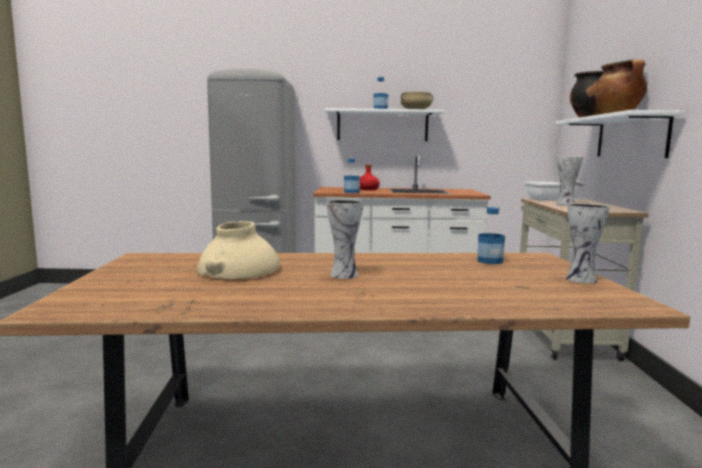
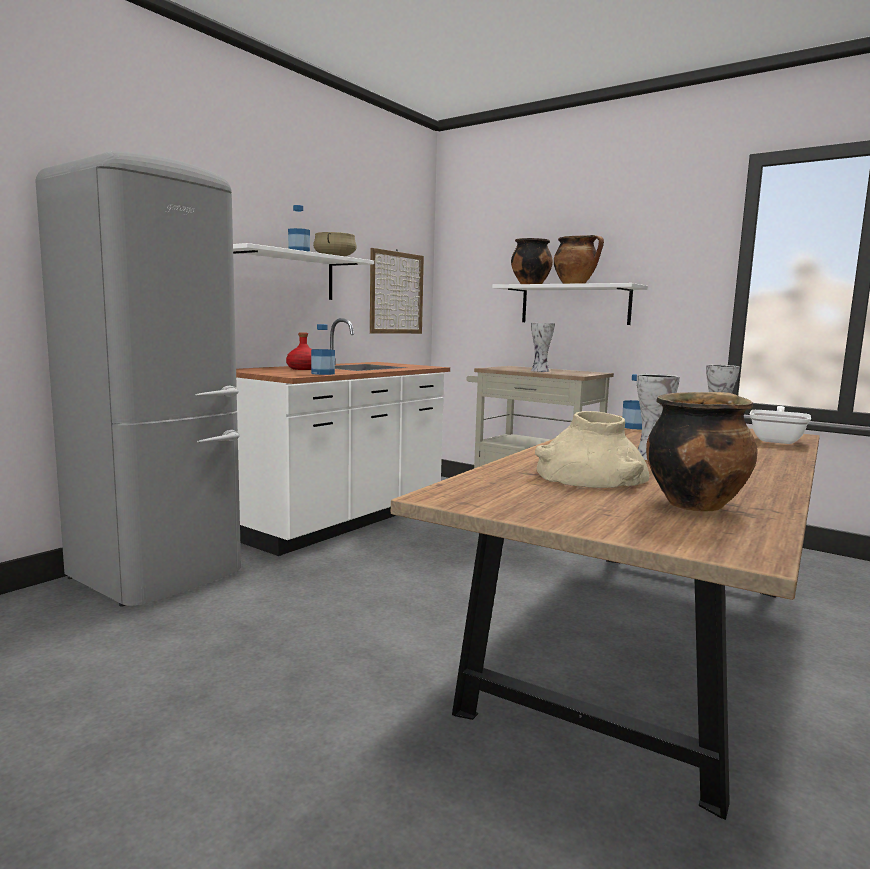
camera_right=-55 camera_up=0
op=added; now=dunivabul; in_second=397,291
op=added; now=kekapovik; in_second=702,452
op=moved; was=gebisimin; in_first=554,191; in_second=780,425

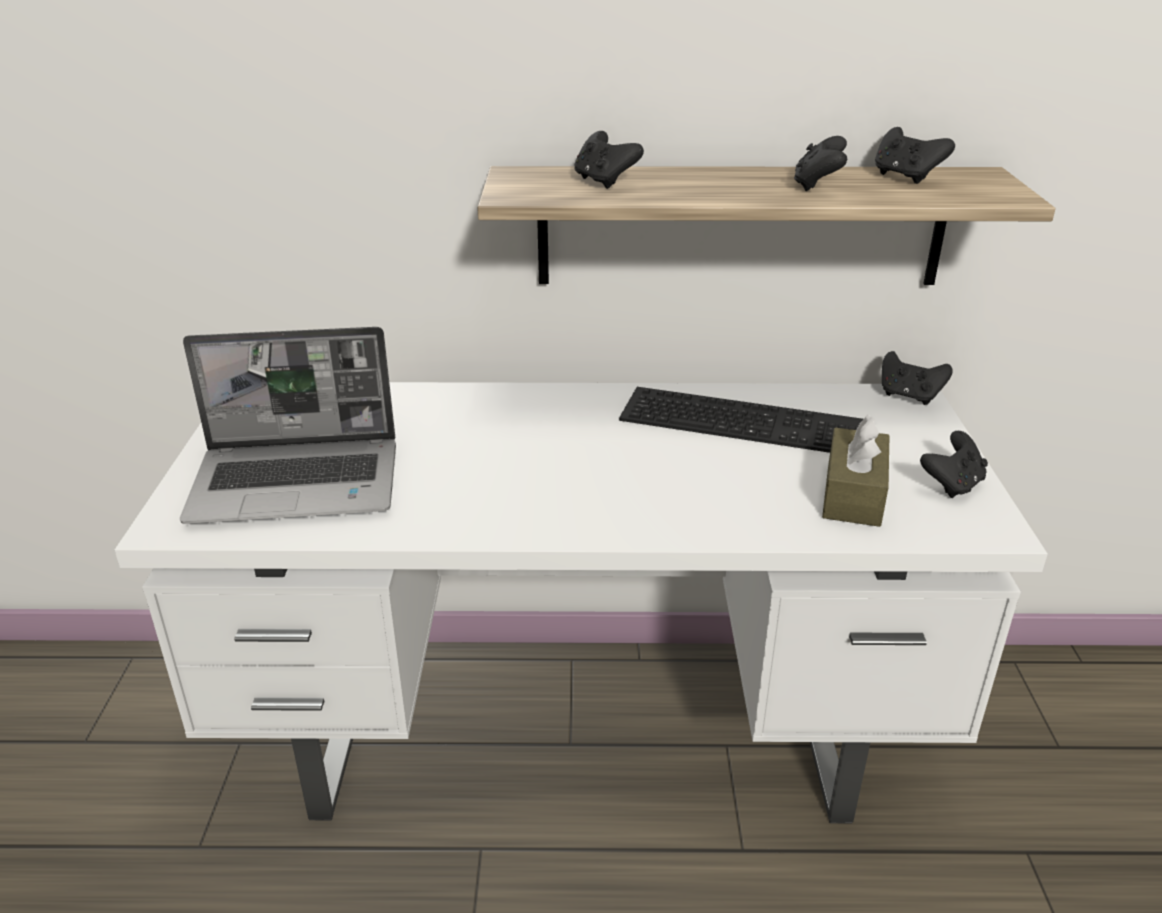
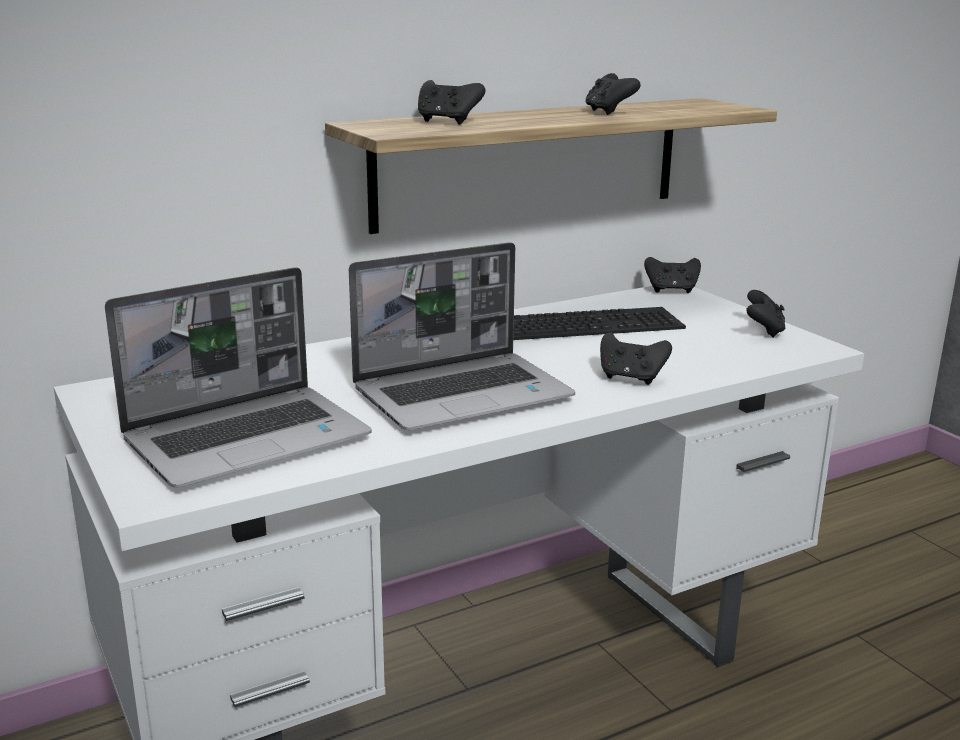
camera_right=-30 camera_up=-10
op=added; now=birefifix; in_second=462,336
op=moved; was=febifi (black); in_first=915,155; in_second=636,358
op=removed; was=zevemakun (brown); in_first=855,471

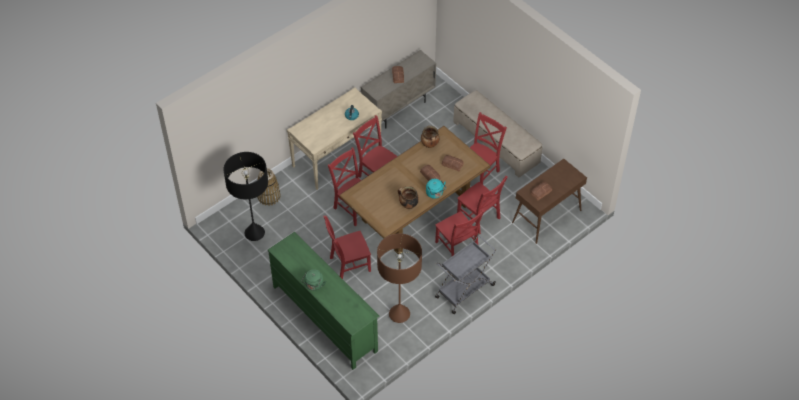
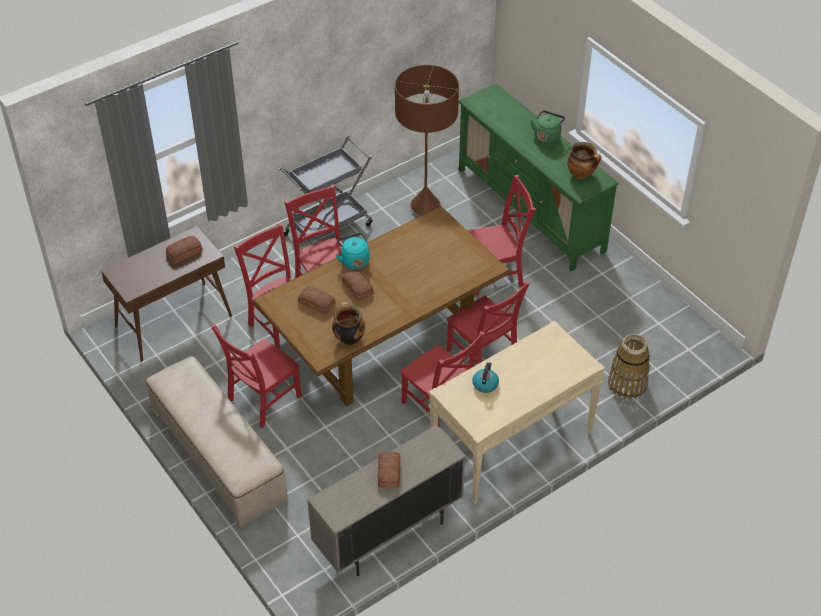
camera_right=-175 camera_up=-5
op=moved; was=kekapovik; in_first=408,197; in_second=584,160
op=removed; was=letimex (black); in_first=245,196

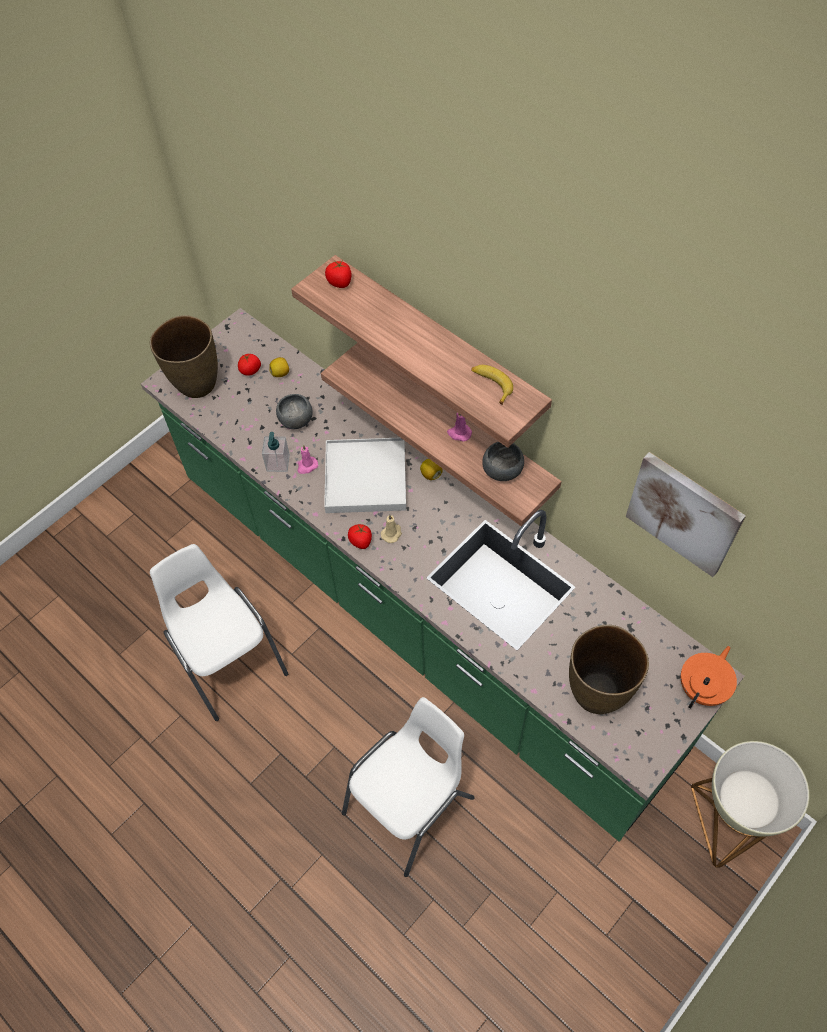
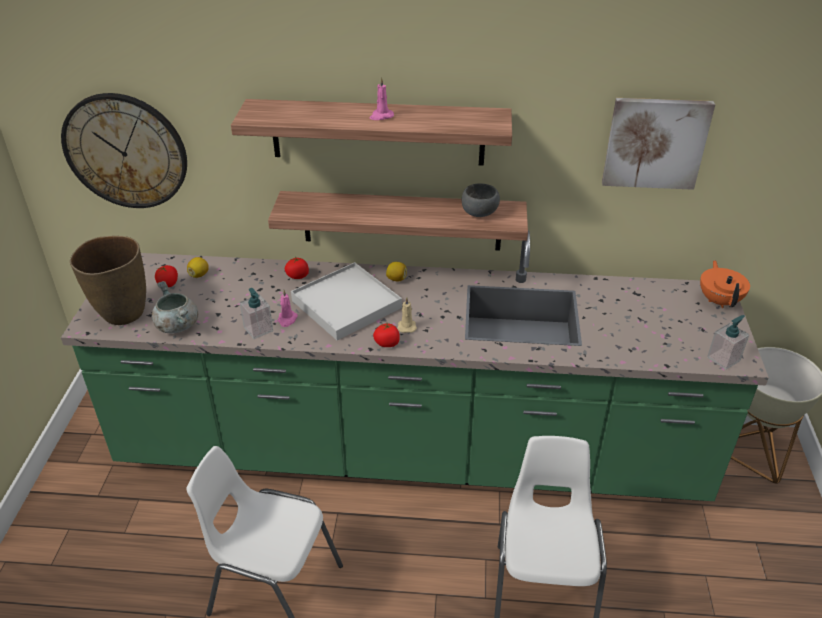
camera_right=-40 camera_up=-20
op=added; now=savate; in_second=124,150
op=added; now=kekapovik (grey); in_second=175,307
op=moved; was=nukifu; in_first=338,274; in_second=297,267
op=moved; was=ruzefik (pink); in_first=459,427; in_second=382,98
op=added; now=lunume; in_second=728,342
op=removed; was=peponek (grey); in_first=294,411
op=removed; was=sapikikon; in_first=492,385
op=removed; was=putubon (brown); in_first=609,669

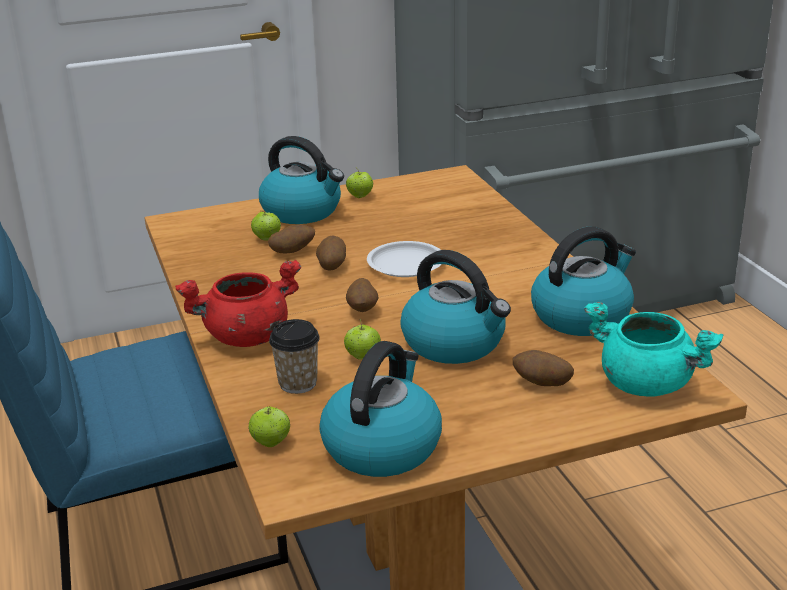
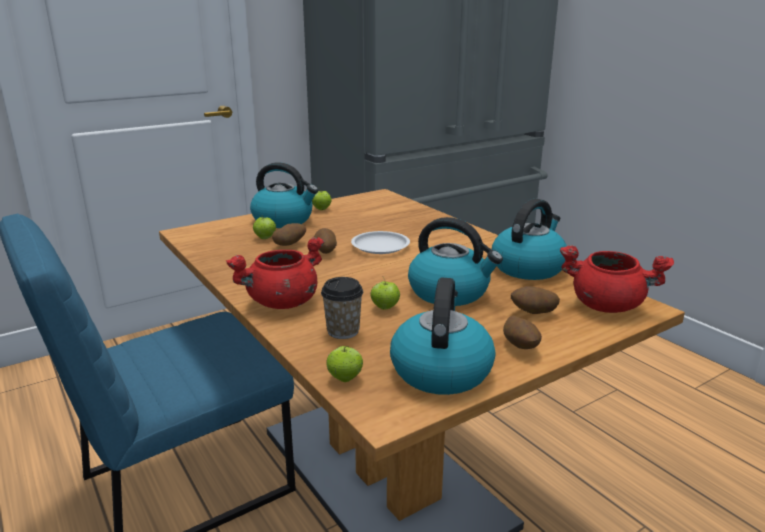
camera_right=-15 camera_up=-5
op=moved; was=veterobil; in_first=362,295; in_second=522,332
op=recoloured; was=kekapovik (turquoise); now=kekapovik (red); in_first=653,349; in_second=617,279

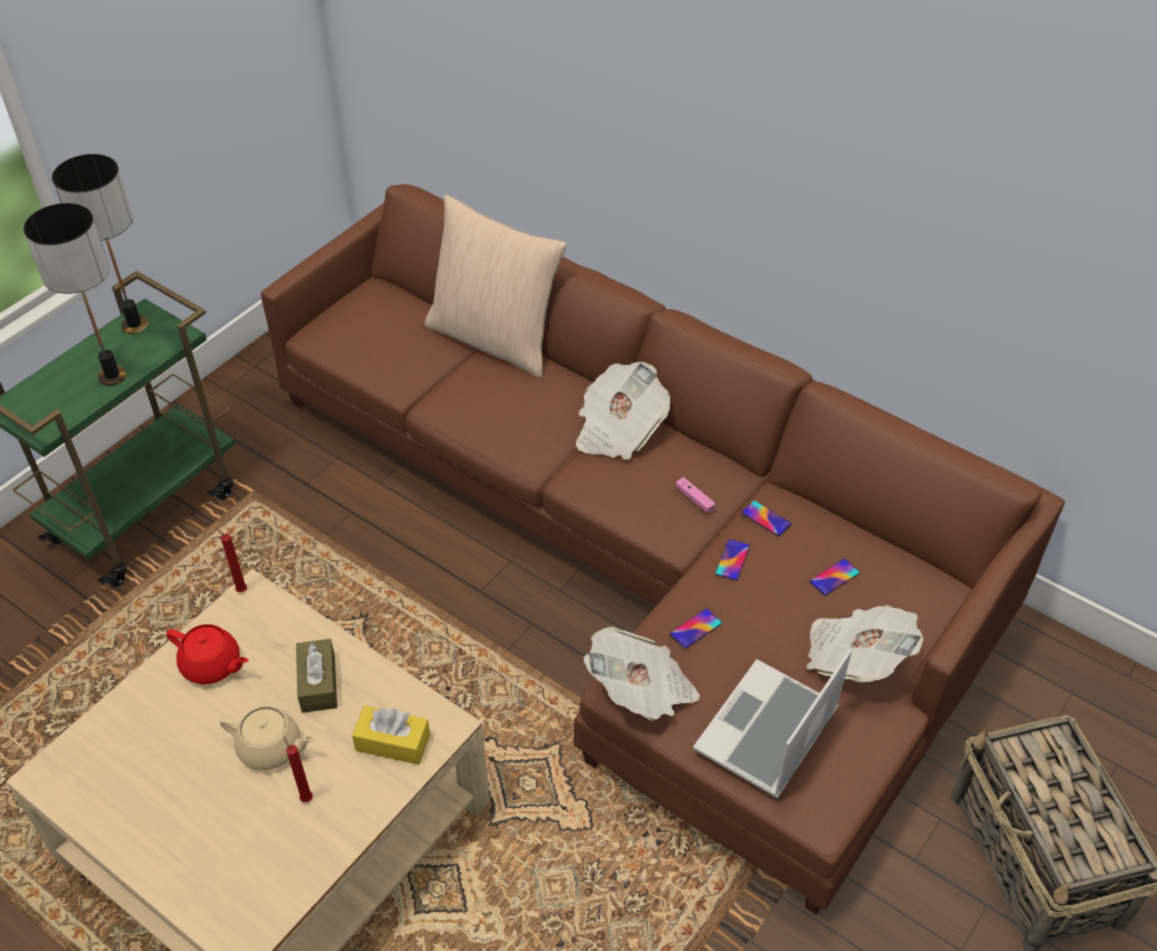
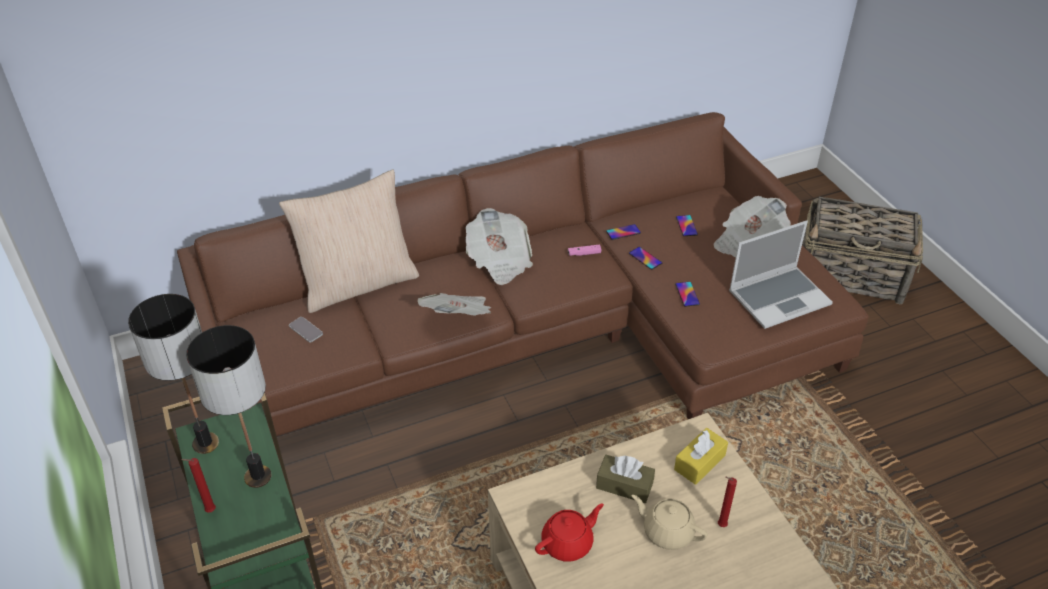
camera_right=-60 camera_up=-5
op=moved; was=ruzefik (red); in_first=231,560; in_second=198,485
op=added; now=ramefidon; in_second=306,330
op=moved; was=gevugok; in_first=641,674; in_second=454,304
op=turned; was=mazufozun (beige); in_first=267,738; in_second=669,522; clockwise=-105
op=turned; was=birefifix; in_first=772,723; in_second=781,274; clockwise=-90

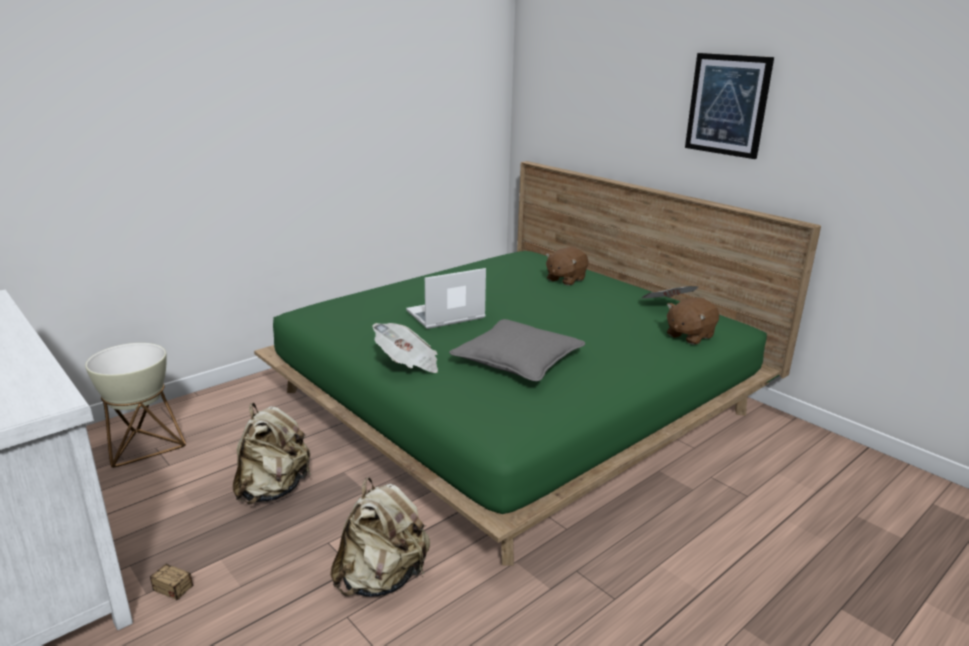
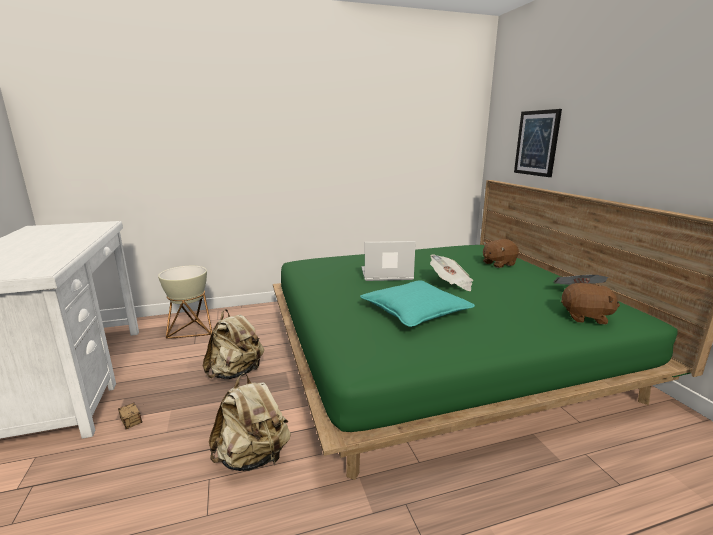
camera_right=25 camera_up=-5
op=recoloured; was=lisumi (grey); now=lisumi (turquoise); in_first=517,350; in_second=417,303
op=moved; was=gevugok; in_first=405,348; in_second=451,272
op=moved; was=dunivabul; in_first=729,106; in_second=538,143
op=turned; was=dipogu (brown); in_first=693,321; in_second=590,303; clockwise=-150

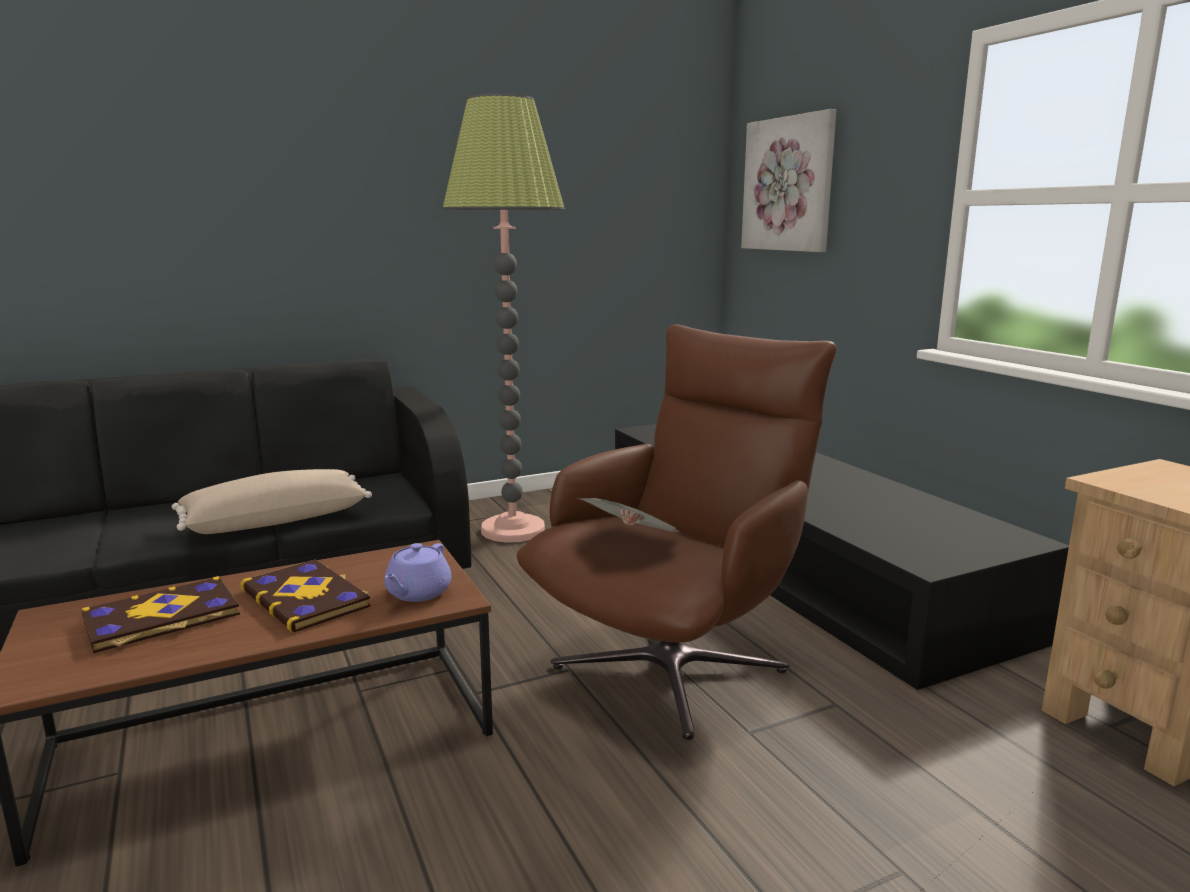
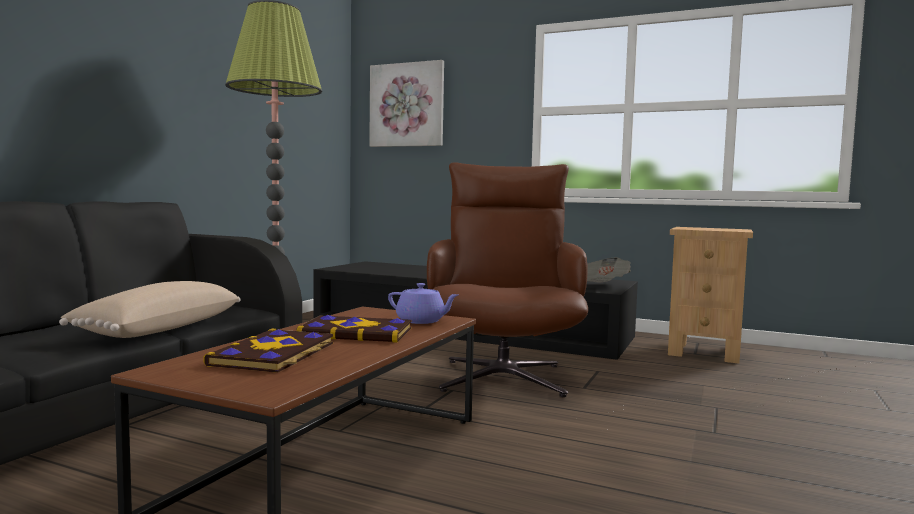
camera_right=-40 camera_up=-10
op=turned; was=mazufozun (purple); in_first=418,572; in_second=423,303; clockwise=-45
op=moved; was=gevugok; in_first=628,515; in_second=609,269

